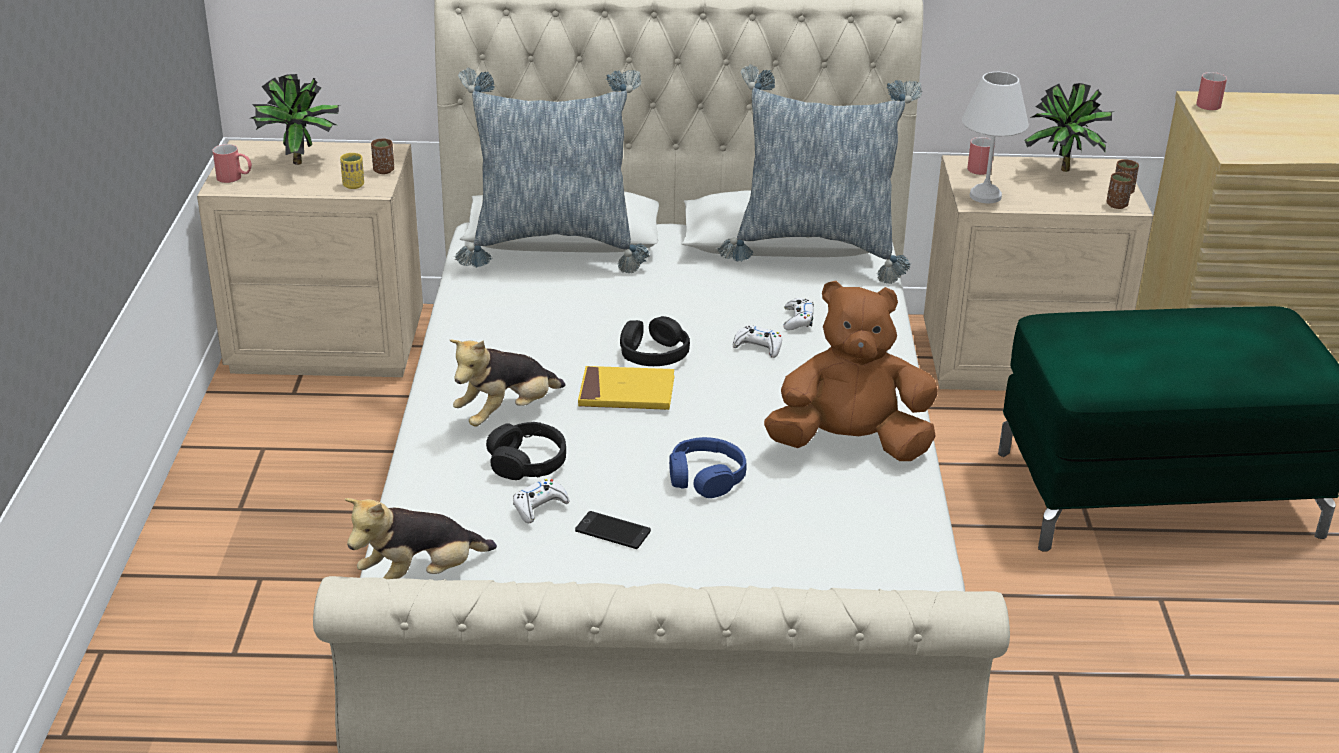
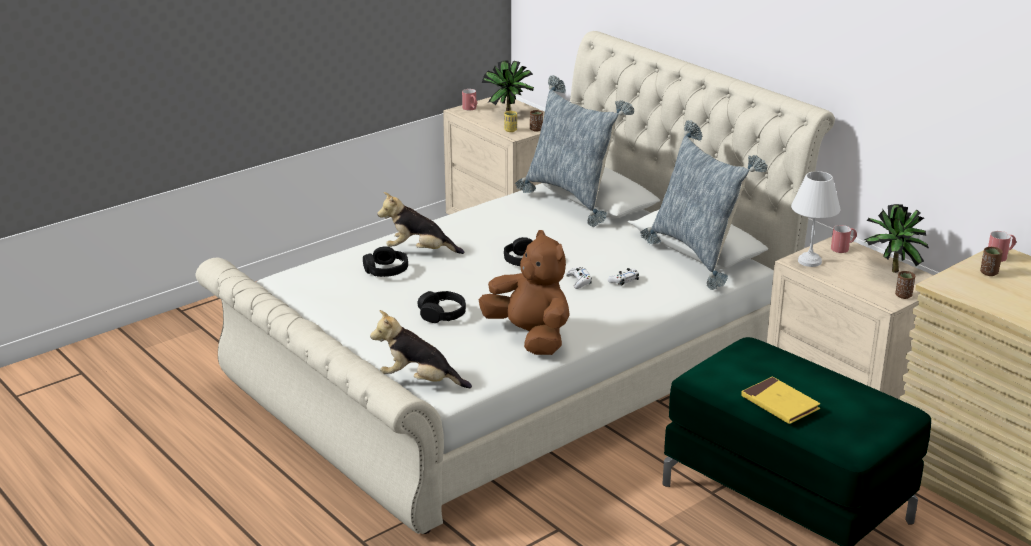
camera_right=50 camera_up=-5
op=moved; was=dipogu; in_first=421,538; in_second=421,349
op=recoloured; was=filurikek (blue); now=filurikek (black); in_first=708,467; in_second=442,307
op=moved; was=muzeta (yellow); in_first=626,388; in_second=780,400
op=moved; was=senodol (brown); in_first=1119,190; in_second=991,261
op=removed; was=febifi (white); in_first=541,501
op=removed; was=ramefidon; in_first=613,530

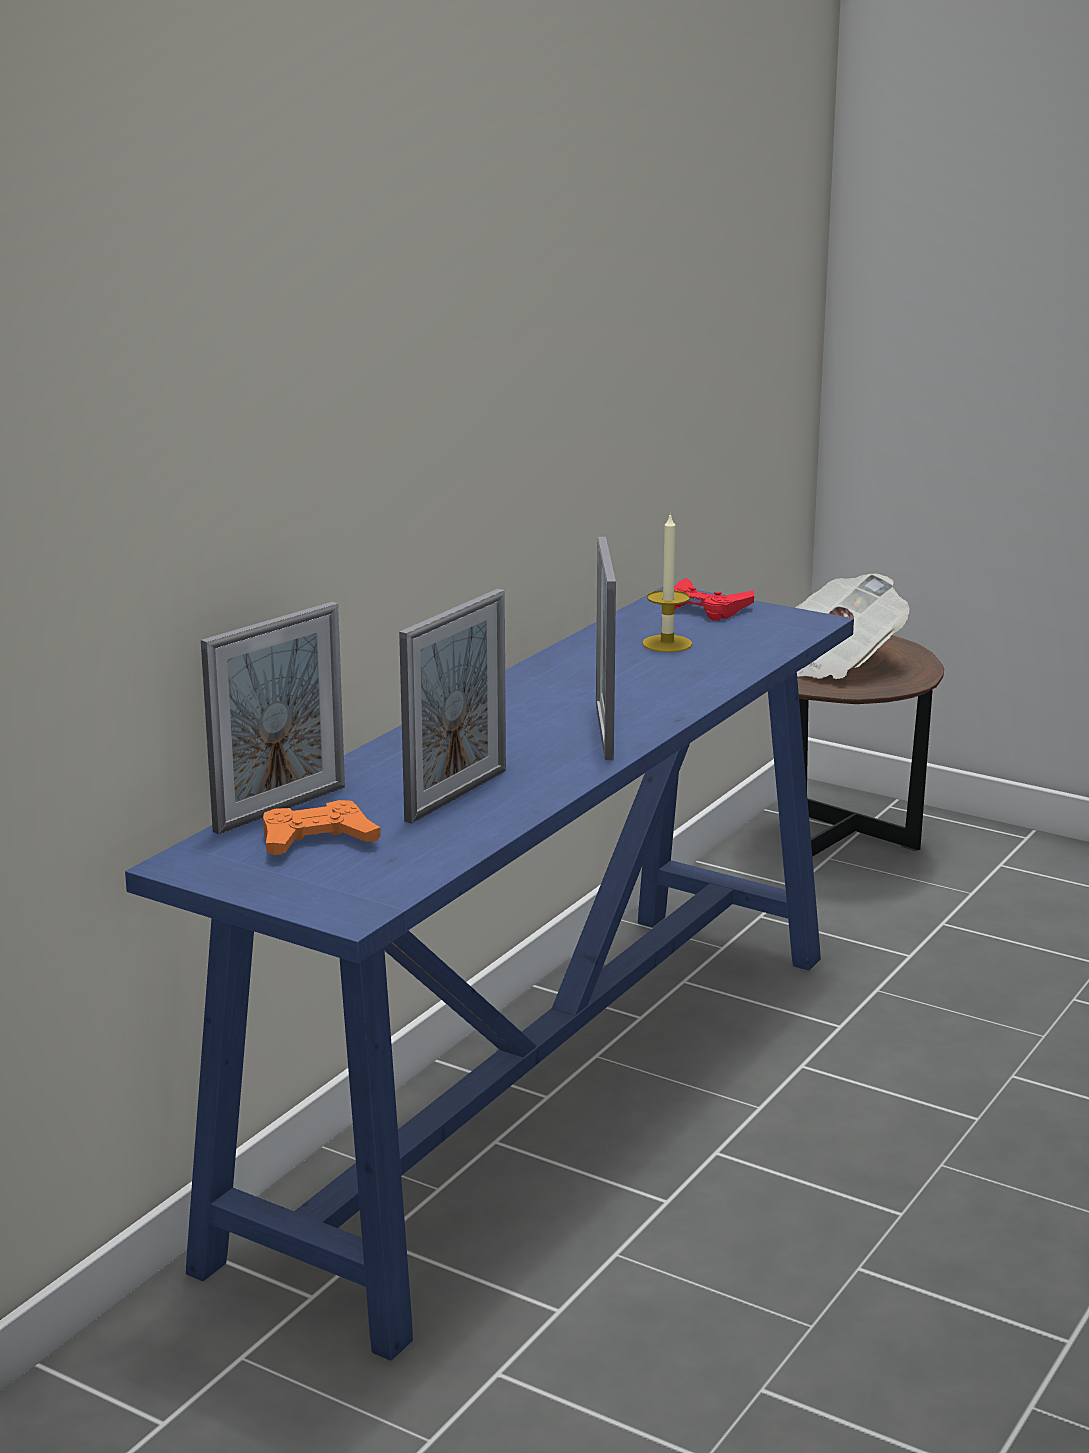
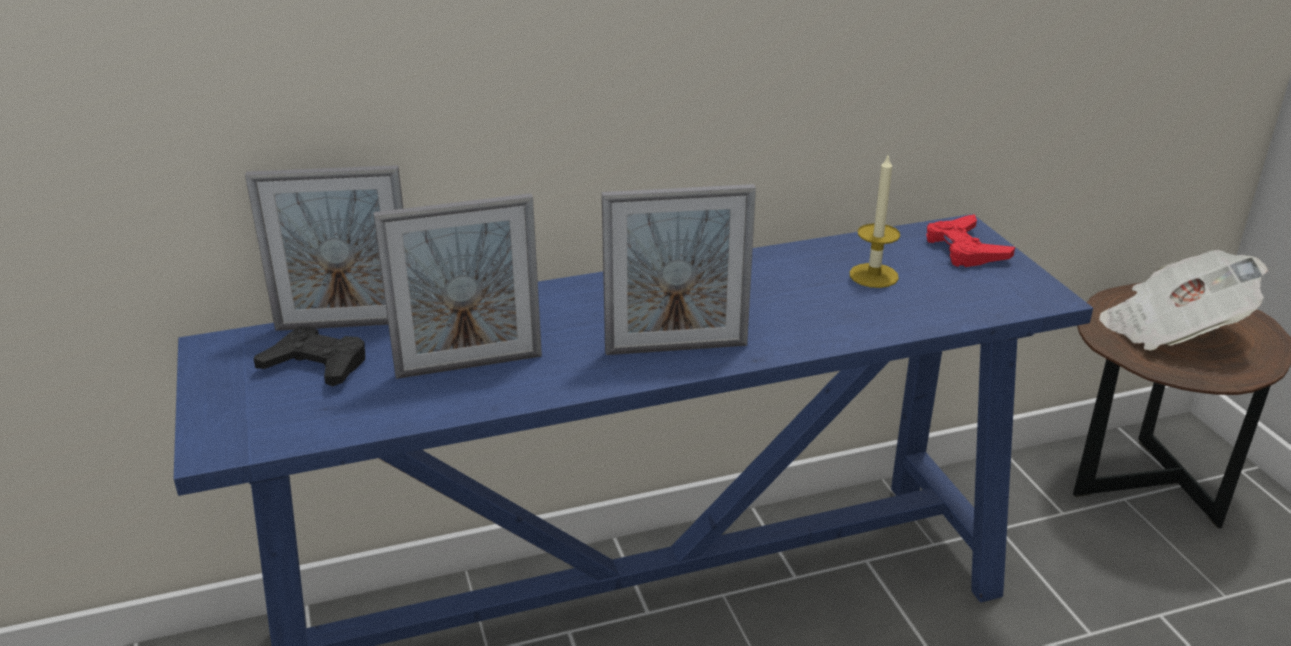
camera_right=40 camera_up=10
op=recoloured; was=febifi (orange); now=febifi (black); in_first=322,827; in_second=309,356
op=turned; was=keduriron; in_first=606,648; in_second=679,269; clockwise=-135

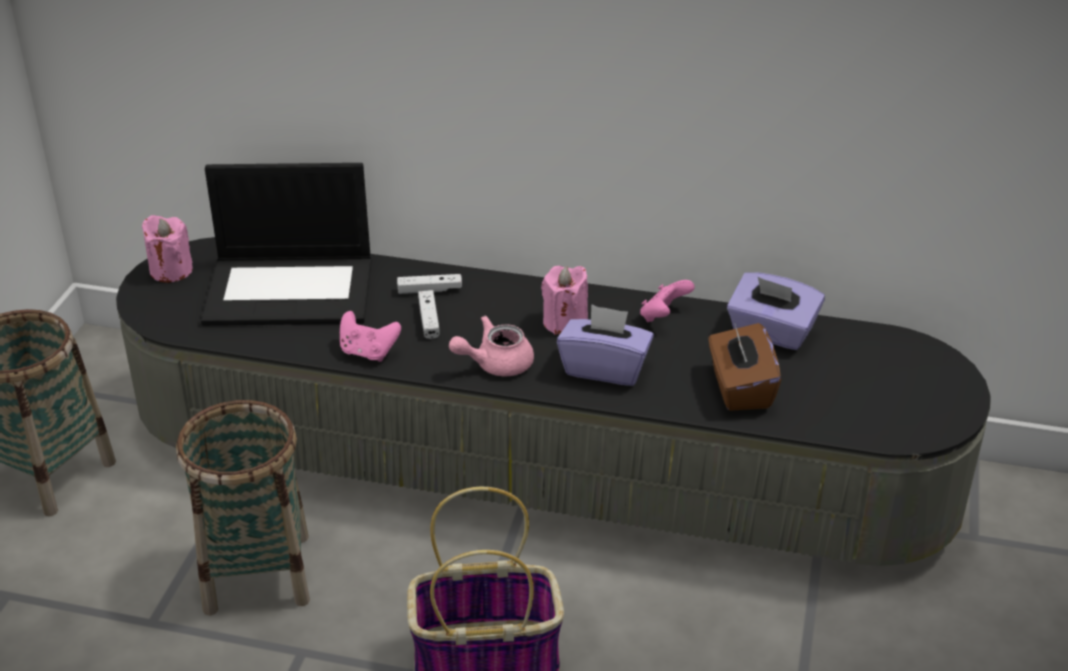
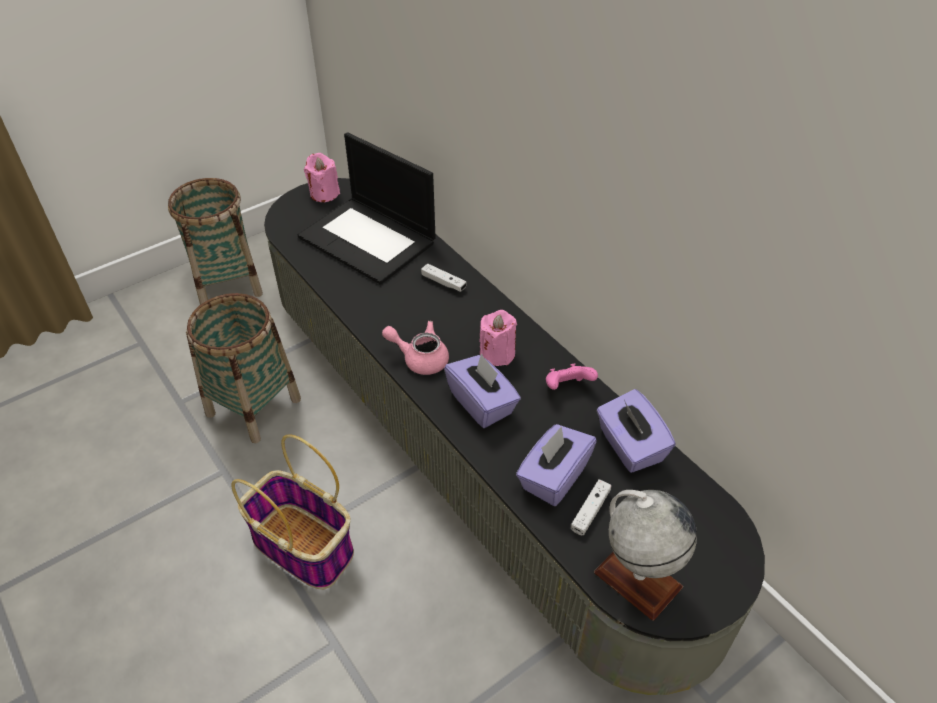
camera_right=40 camera_up=10
op=recoloured; was=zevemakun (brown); now=zevemakun (purple); in_first=744,366; in_second=556,465
op=moved; was=febifi (white); in_first=429,314; in_second=591,507
op=added; now=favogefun; in_second=645,555
op=removed; was=febifi (pink); in_first=370,336

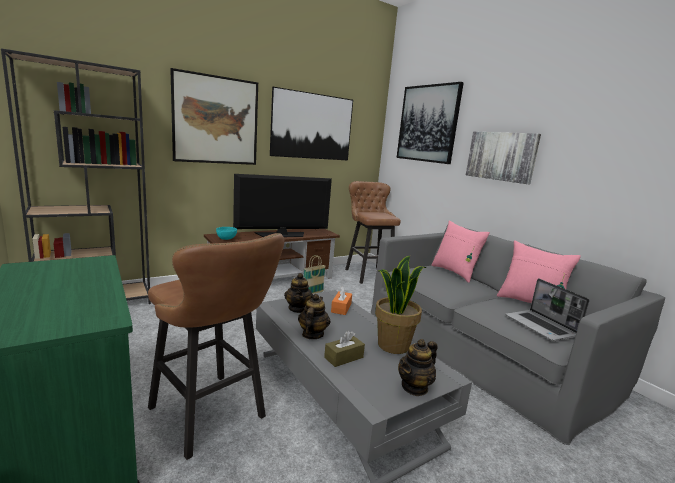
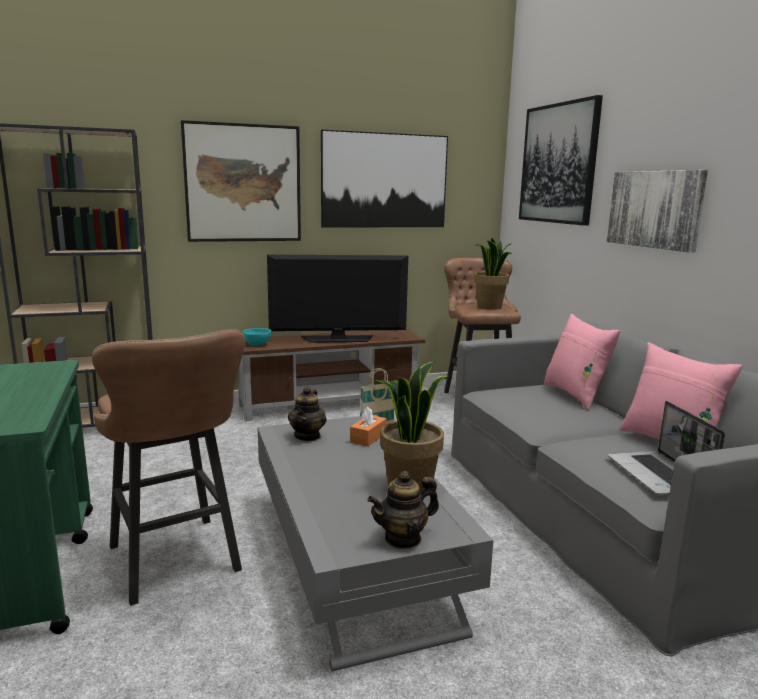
camera_right=15 camera_up=0
op=added; now=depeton; in_second=493,274
op=removed; was=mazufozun; in_first=314,316
op=removed; was=zevemakun (brown); in_first=344,349

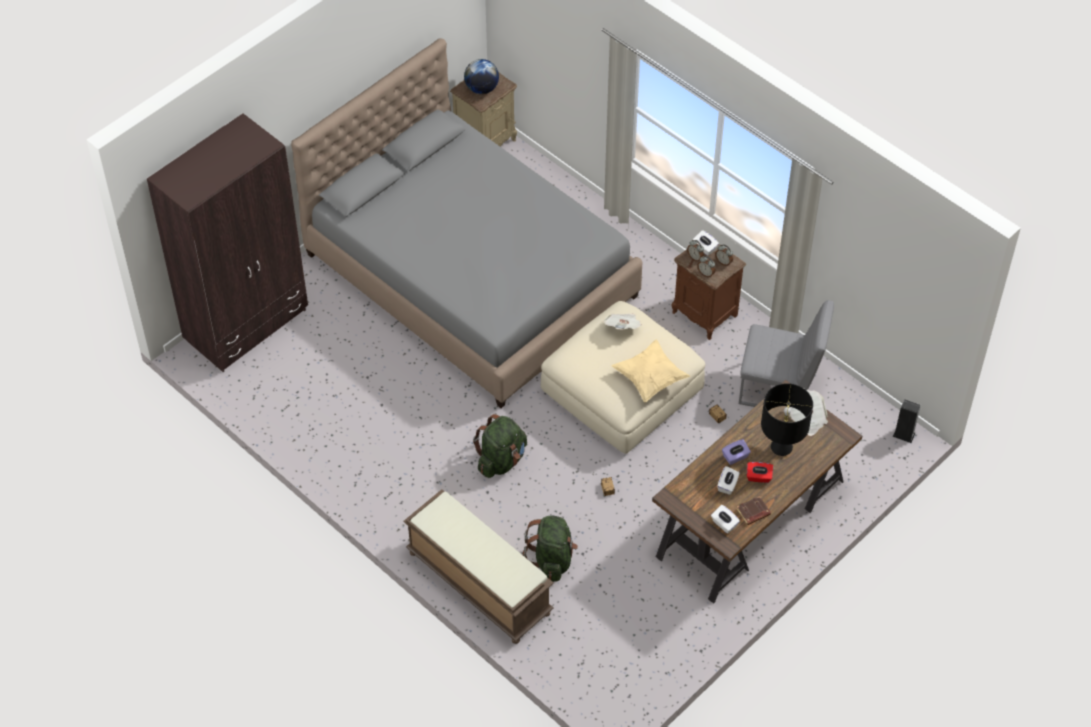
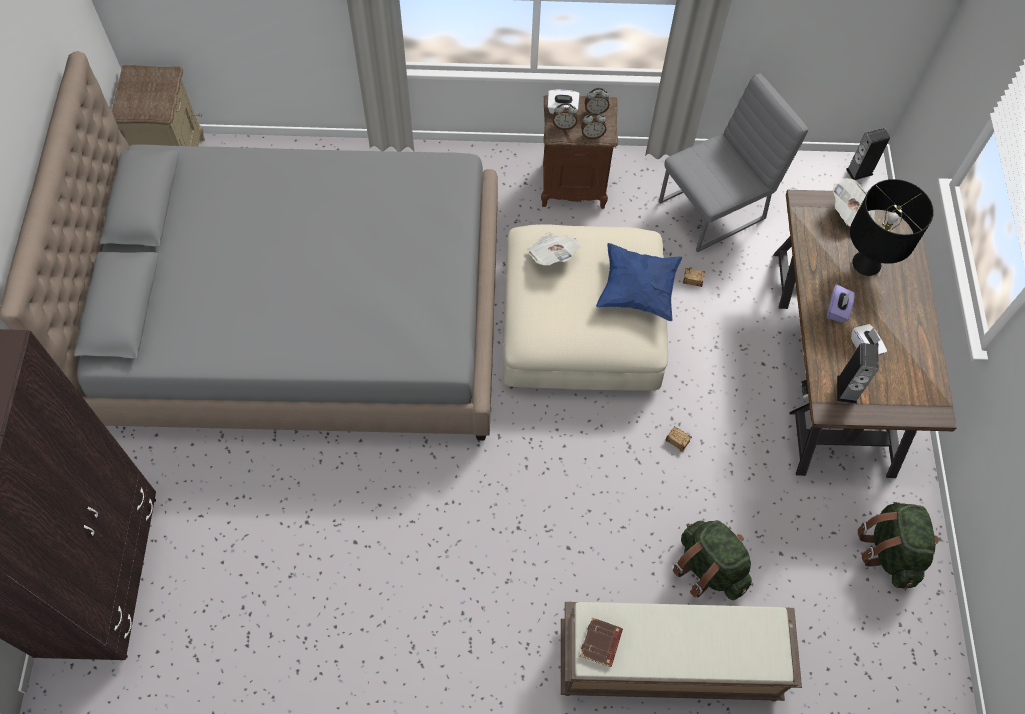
camera_right=-45 camera_up=10
op=moved; was=muzeta (brown); in_first=753,510; in_second=601,642
op=recoloured; was=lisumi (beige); now=lisumi (blue); in_first=651,371; in_second=639,282
op=added; now=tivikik; in_second=857,373
op=moved; was=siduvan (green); in_first=500,446; in_second=898,545
op=removed; was=favogefun; in_first=481,76
op=removed; was=zevemakun (white); in_first=725,519
op=removed; was=zevemakun (red); in_first=760,472

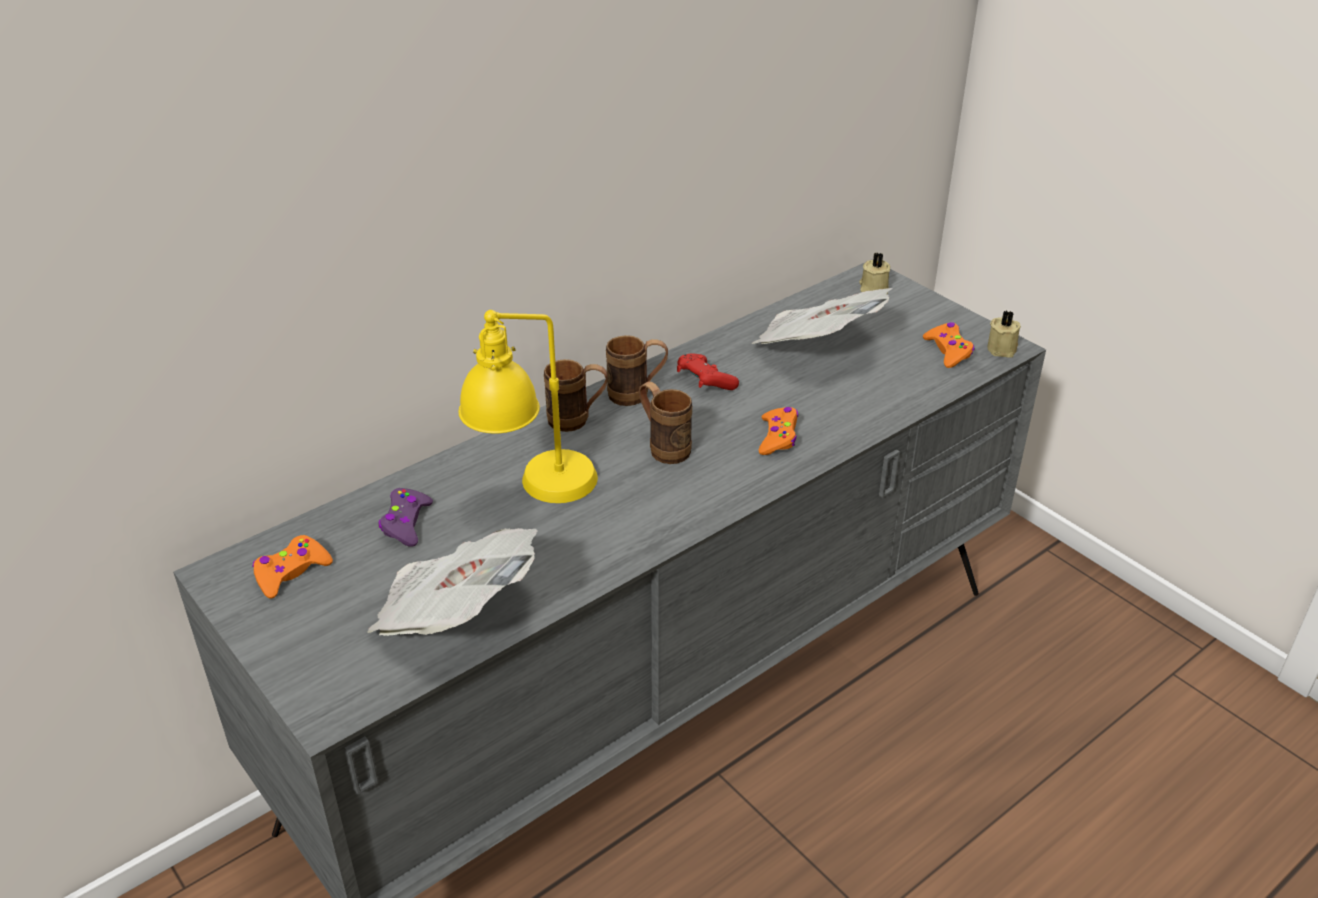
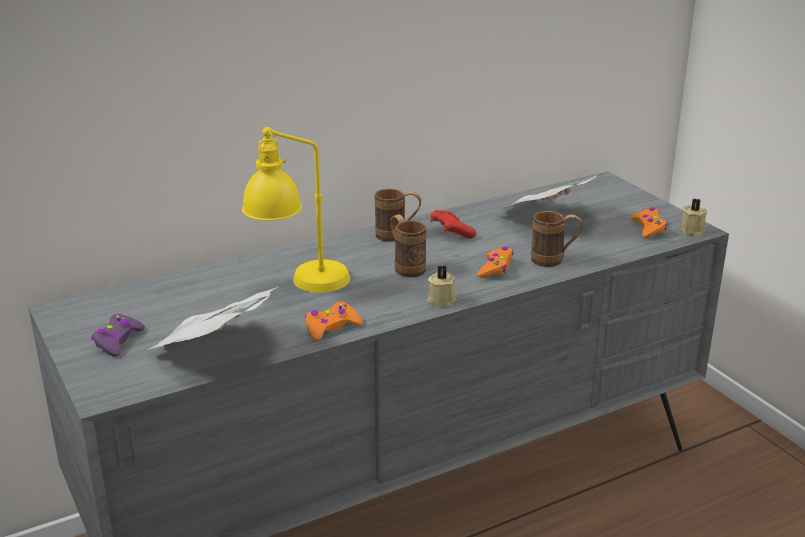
camera_right=10 camera_up=-10
op=moved; was=febifi (purple); in_first=405,517; in_second=118,335
op=moved; was=febifi (orange); in_first=292,567; in_second=334,321
op=moved; was=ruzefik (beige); in_first=874,273; in_second=441,286
op=moved; was=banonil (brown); in_first=576,395; in_second=557,239

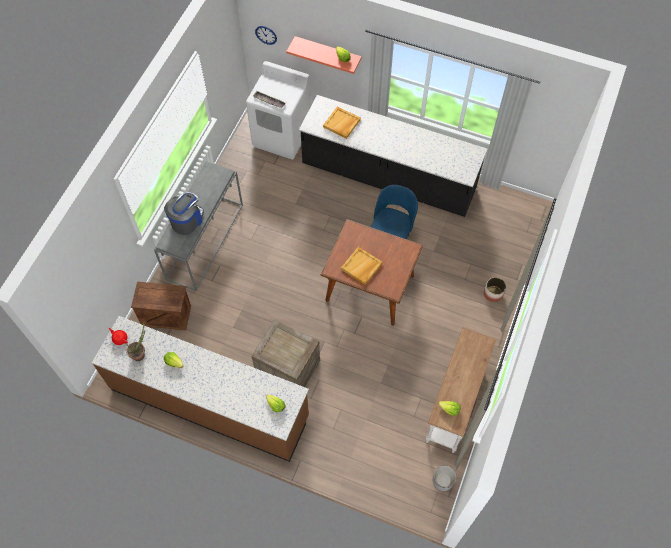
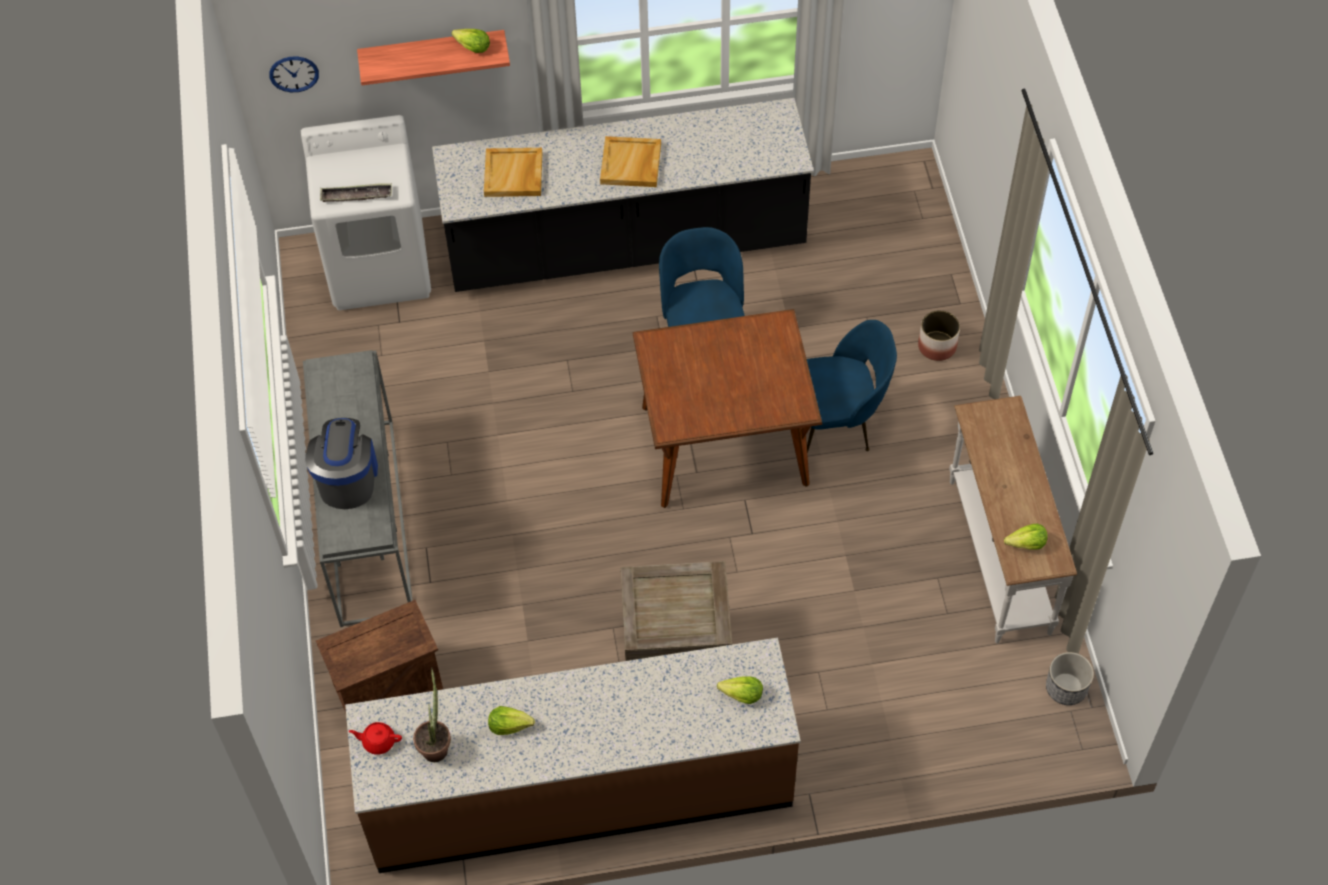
camera_right=-30 camera_up=-5
op=moved; was=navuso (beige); in_first=361,266; in_second=630,161
op=added; now=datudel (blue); in_second=852,387

